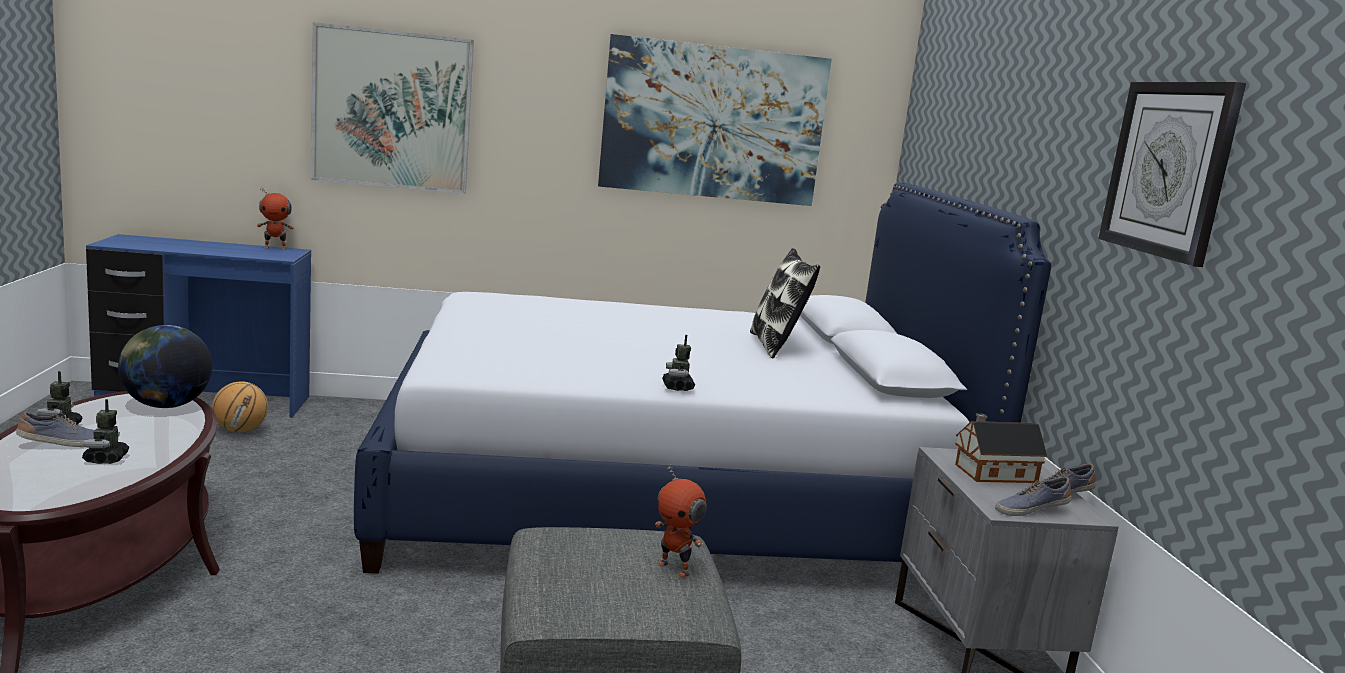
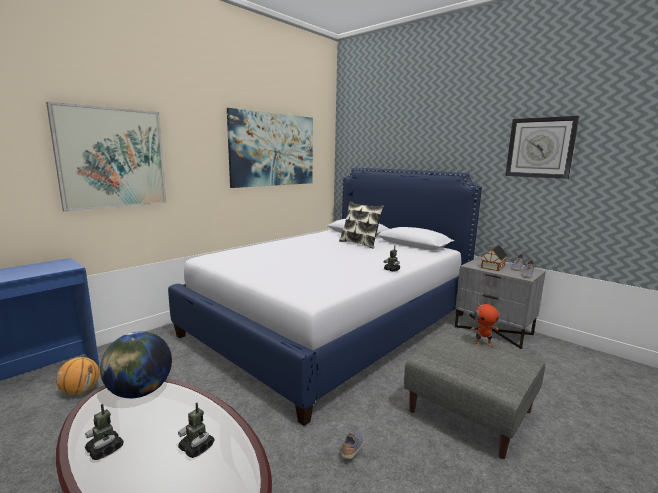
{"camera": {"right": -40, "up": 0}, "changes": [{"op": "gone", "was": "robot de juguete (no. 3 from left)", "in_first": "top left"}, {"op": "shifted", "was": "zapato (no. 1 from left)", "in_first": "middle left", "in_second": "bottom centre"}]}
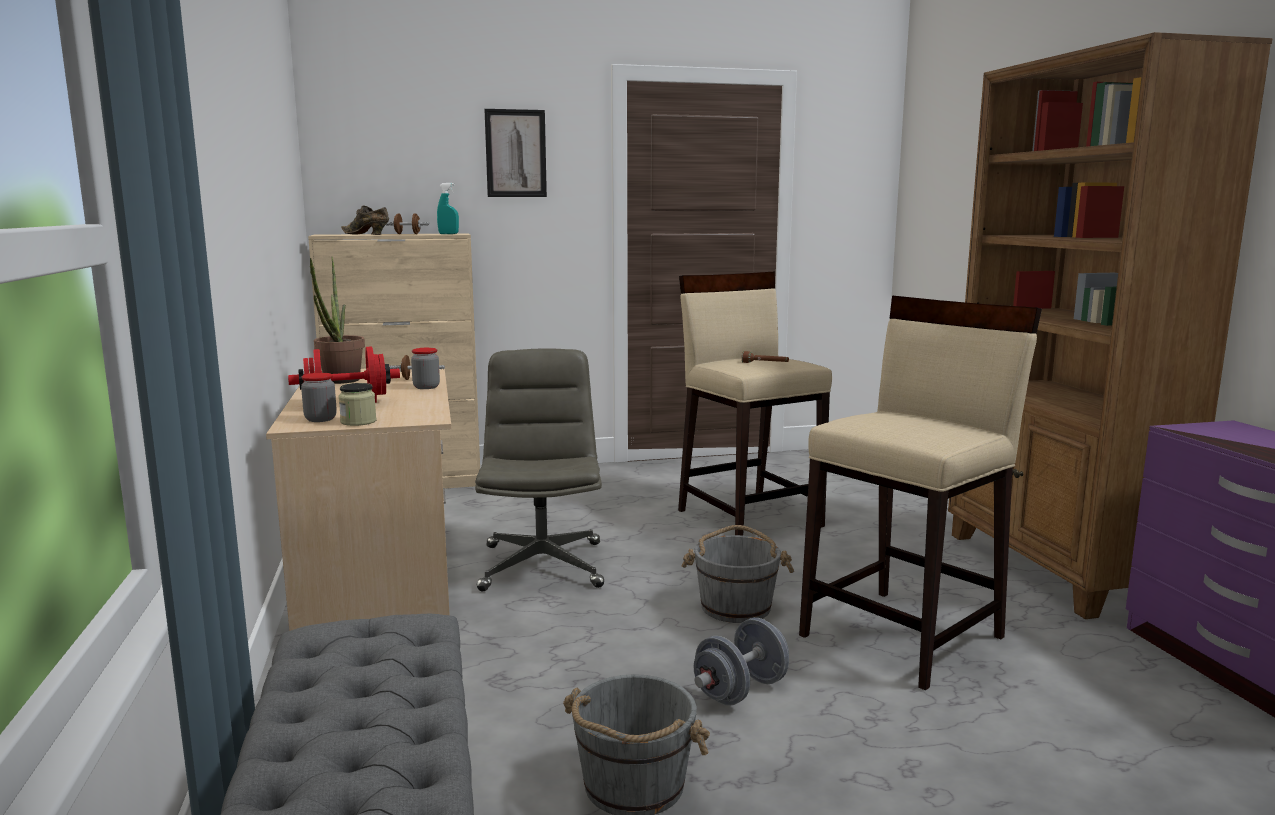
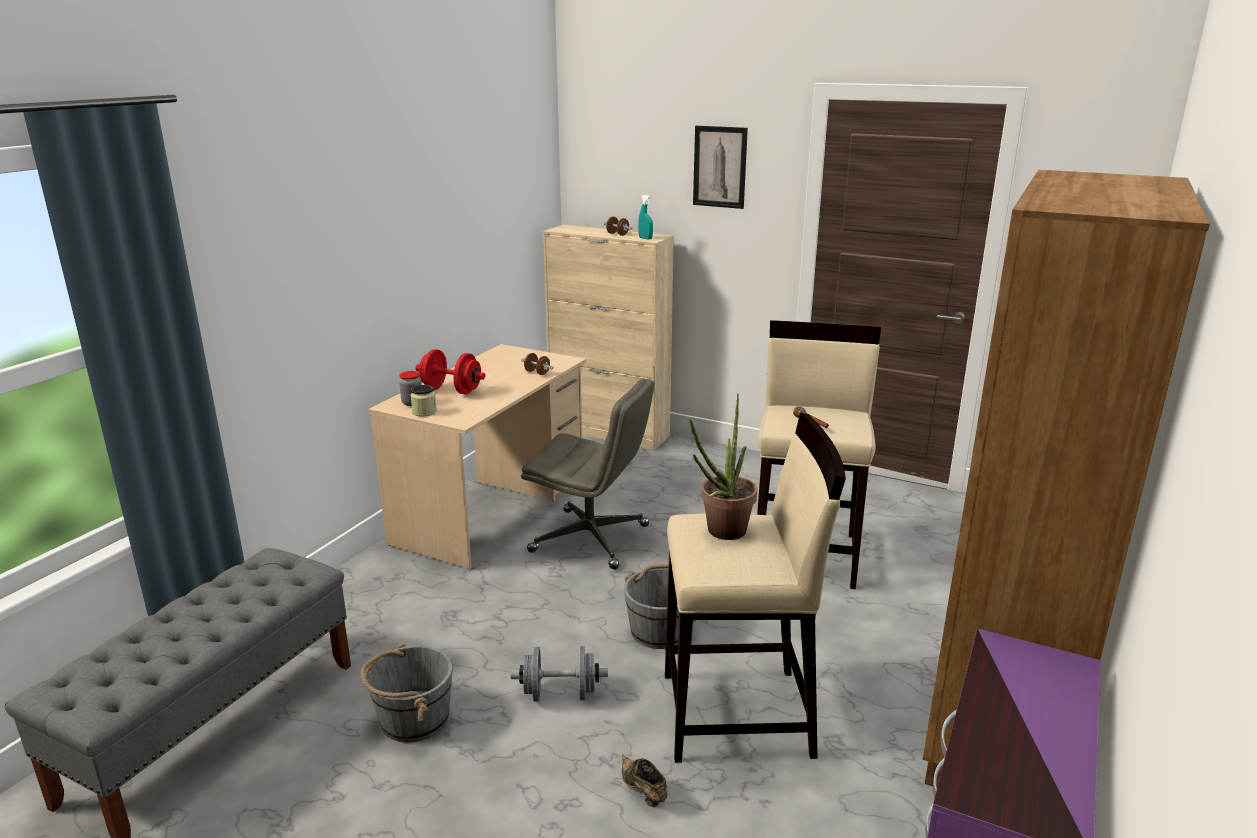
{"camera": {"right": 40, "up": 10}, "changes": [{"op": "shifted", "was": "zapato [marrón]", "in_first": "top left", "in_second": "bottom centre"}, {"op": "shifted", "was": "planta en maceta", "in_first": "middle left", "in_second": "centre"}, {"op": "gone", "was": "tarro (no. 3 from left)", "in_first": "centre"}, {"op": "rotated", "was": "silla de oficina [gris]", "in_first": "centre", "in_second": "centre", "clockwise": 75}]}
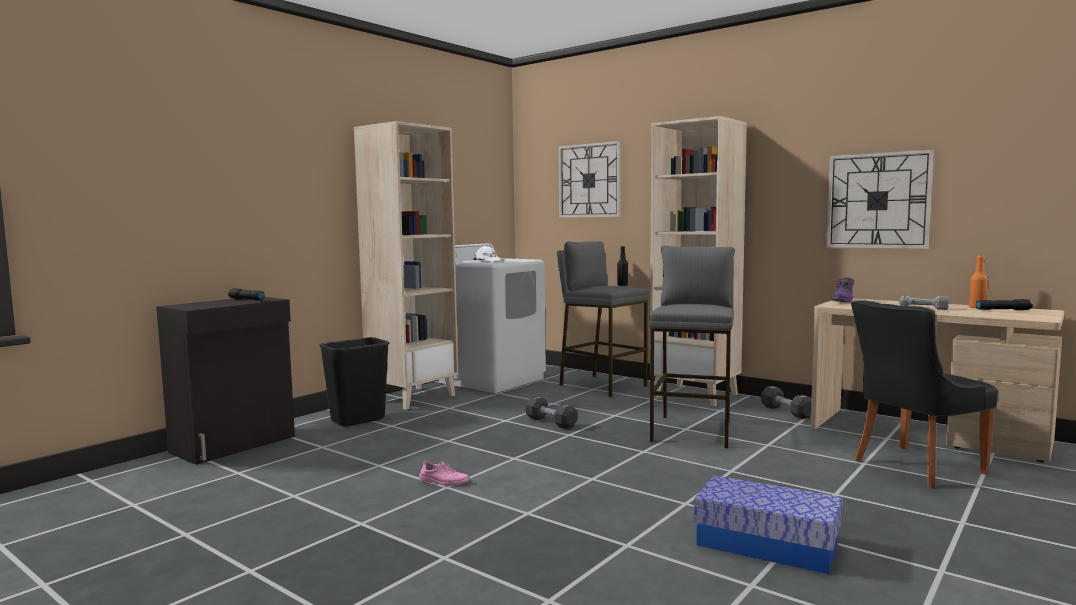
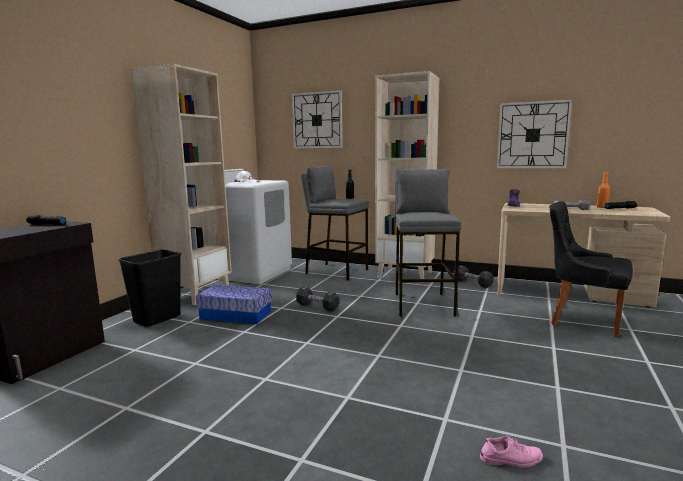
{"camera": {"right": -15, "up": 5}, "changes": [{"op": "rotated", "was": "silla [negro]", "in_first": "middle right", "in_second": "middle right", "clockwise": 75}, {"op": "shifted", "was": "zapato [rosa]", "in_first": "bottom centre", "in_second": "bottom right"}, {"op": "shifted", "was": "caja de almacenaje", "in_first": "bottom right", "in_second": "centre"}]}
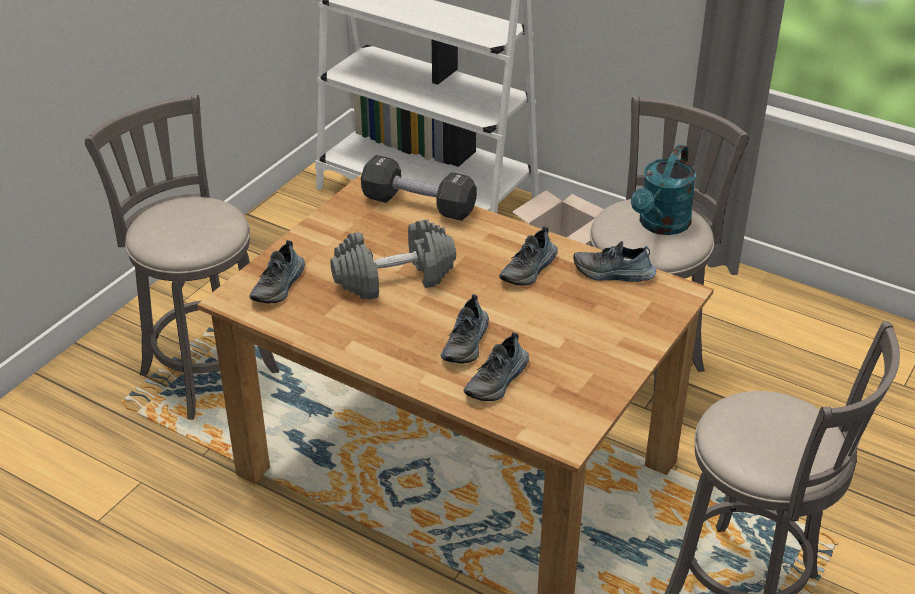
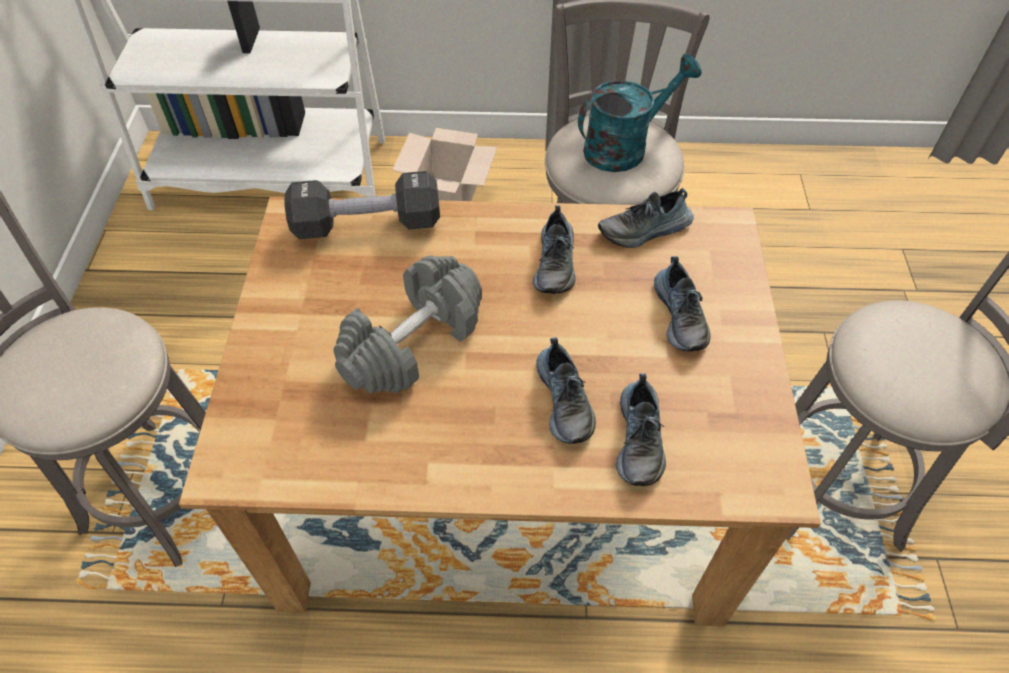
{"camera": {"right": -30, "up": 15}, "changes": [{"op": "rotated", "was": "regadera [turquesa]", "in_first": "top right", "in_second": "top centre", "clockwise": -120}, {"op": "shifted", "was": "zapato (no. 1 from left in the first image)", "now": "zapato (no. 5 from left)", "in_first": "middle left", "in_second": "middle right"}]}
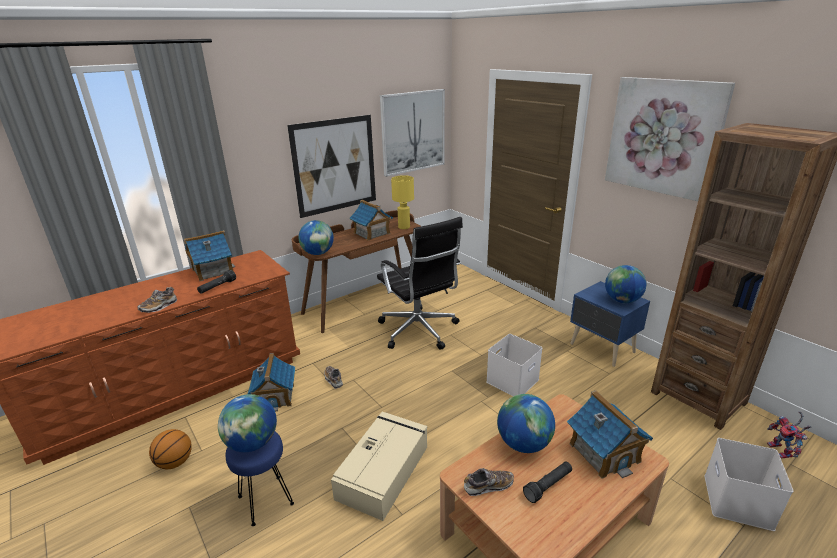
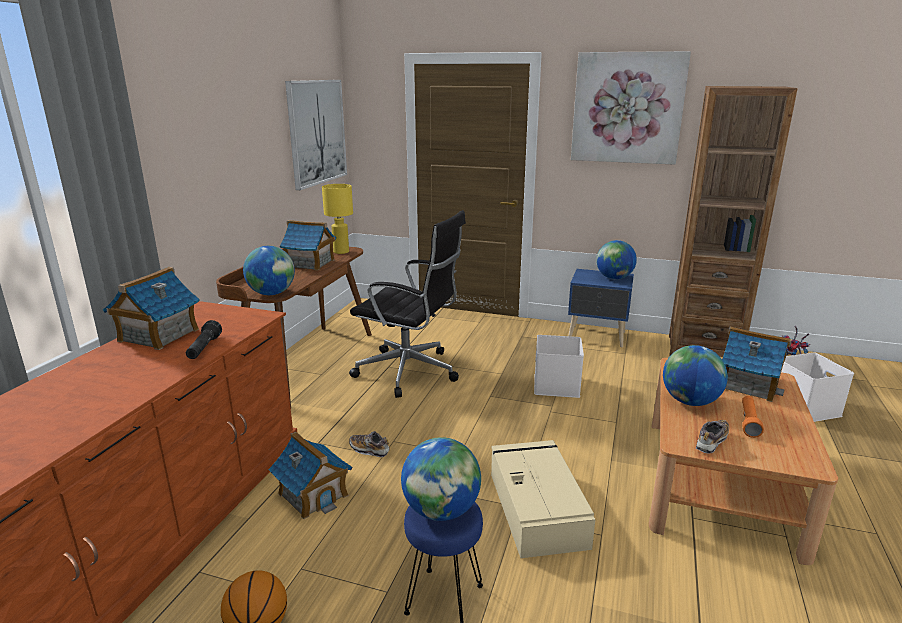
{"camera": {"right": -35, "up": -5}, "changes": [{"op": "gone", "was": "cuadro (no. 1 from left)", "in_first": "top centre"}, {"op": "gone", "was": "zapato (no. 1 from left)", "in_first": "middle left"}, {"op": "repainted", "was": "linterna [negro] (no. 2 from left)", "now": "linterna [naranja]", "in_first": "bottom centre", "in_second": "bottom right"}]}
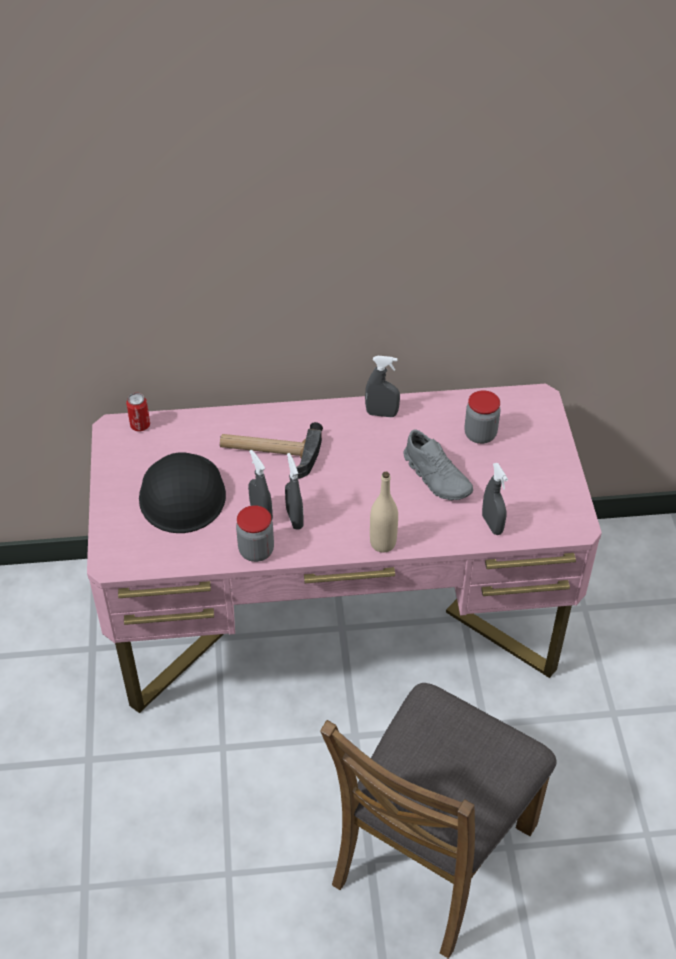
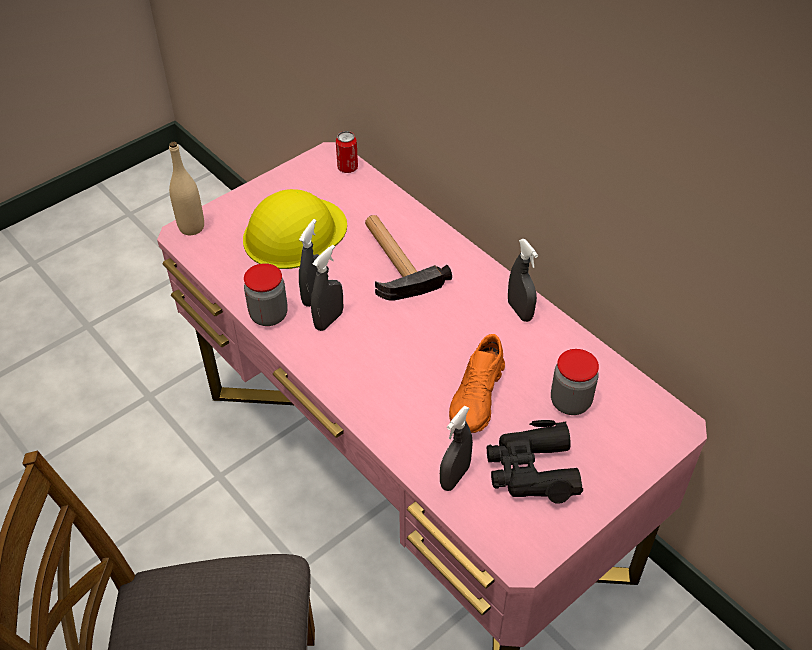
{"camera": {"right": 55, "up": 0}, "changes": [{"op": "repainted", "was": "zapato [gris]", "now": "zapato [naranja]", "in_first": "centre", "in_second": "centre"}, {"op": "repainted", "was": "casco [negro]", "now": "casco [amarillo]", "in_first": "middle left", "in_second": "centre"}, {"op": "shifted", "was": "botella [beis]", "in_first": "centre", "in_second": "top left"}, {"op": "new", "now": "prismáticos [negro]", "in_second": "bottom centre"}]}
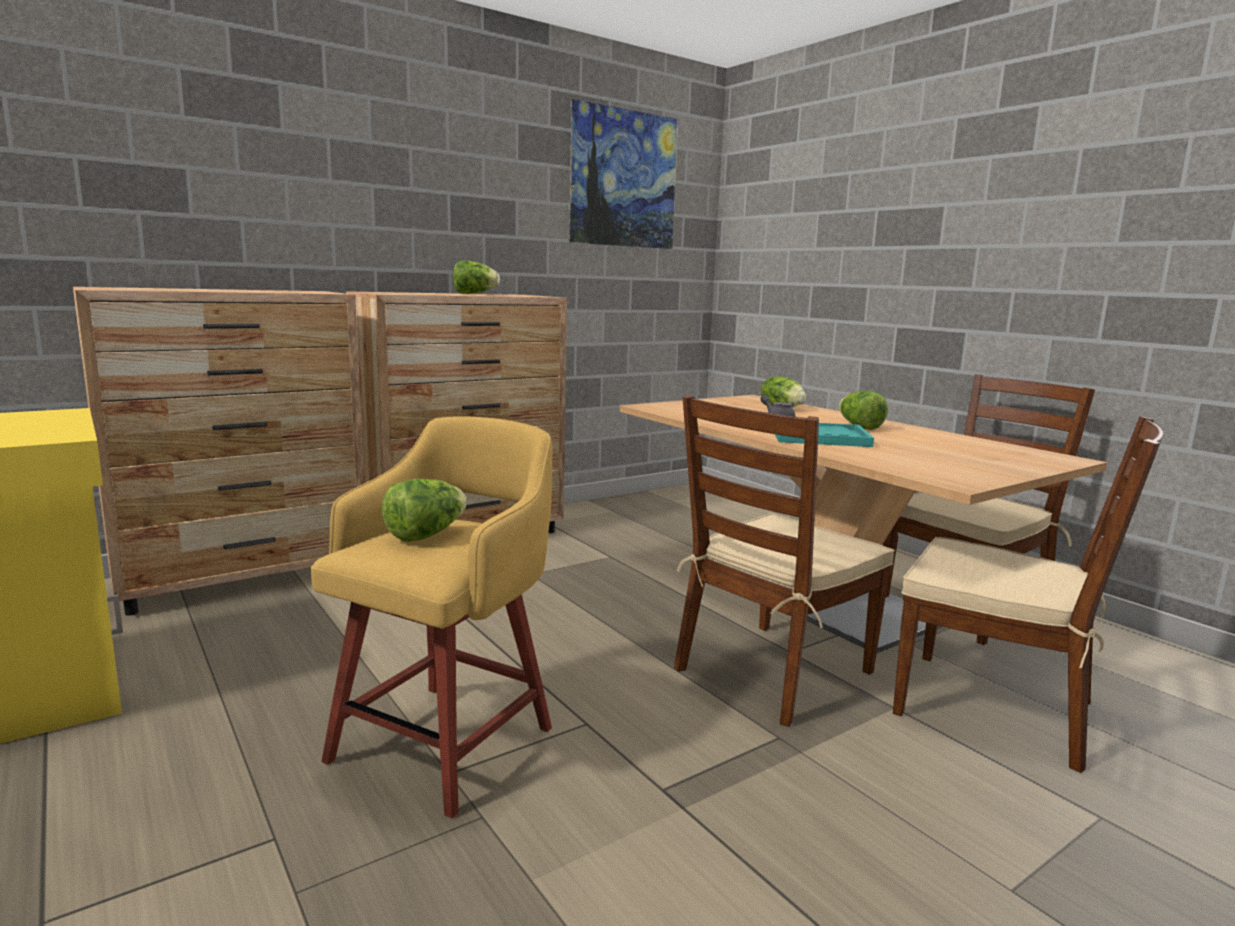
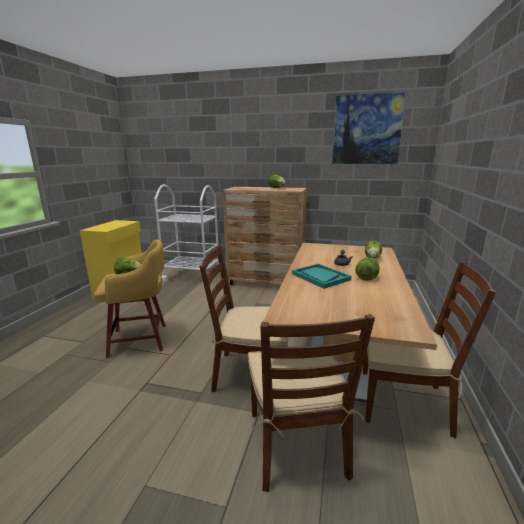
{"camera": {"right": 50, "up": 5}, "changes": [{"op": "swapped", "was": "cómoda [marrón] (no. 1 from left)", "now": "carrito [blanco]", "in_first": "middle left", "in_second": "centre"}]}
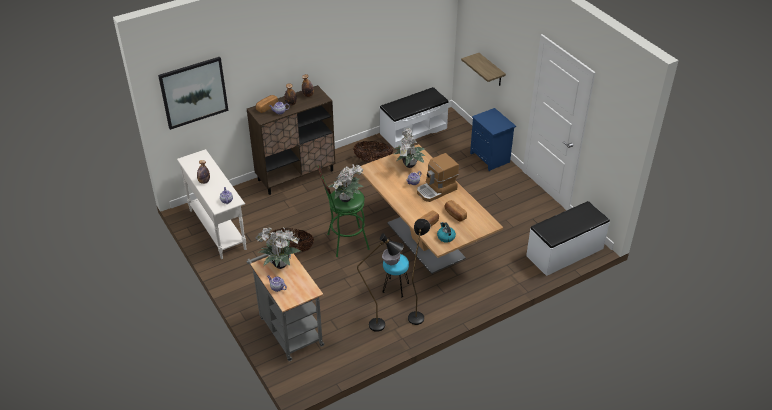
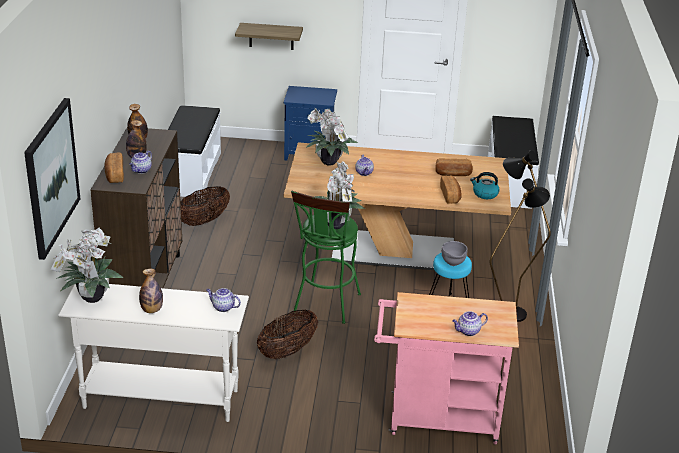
{"camera": {"right": -55, "up": -10}, "changes": [{"op": "gone", "was": "cafetera", "in_first": "centre"}, {"op": "shifted", "was": "planta en maceta (no. 1 from left)", "in_first": "centre", "in_second": "middle left"}, {"op": "repainted", "was": "carrito [gris]", "now": "carrito [rosa]", "in_first": "bottom centre", "in_second": "bottom centre"}]}
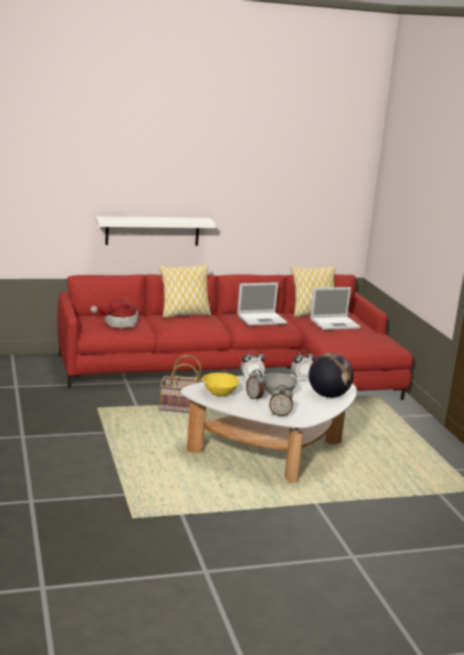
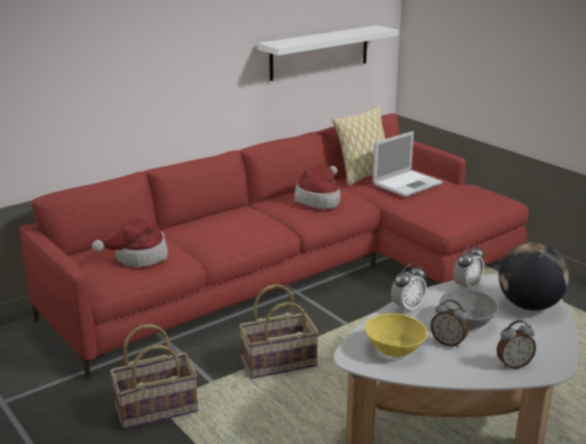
{"camera": {"right": -20, "up": 5}, "changes": [{"op": "shifted", "was": "estante [blanco]", "in_first": "centre", "in_second": "top centre"}, {"op": "gone", "was": "cojín (no. 1 from left)", "in_first": "centre"}, {"op": "swapped", "was": "portátil (no. 1 from left)", "now": "sombrero (no. 2 from left)", "in_first": "centre", "in_second": "centre"}, {"op": "new", "now": "cesta (no. 1 from left)", "in_second": "bottom left"}]}
